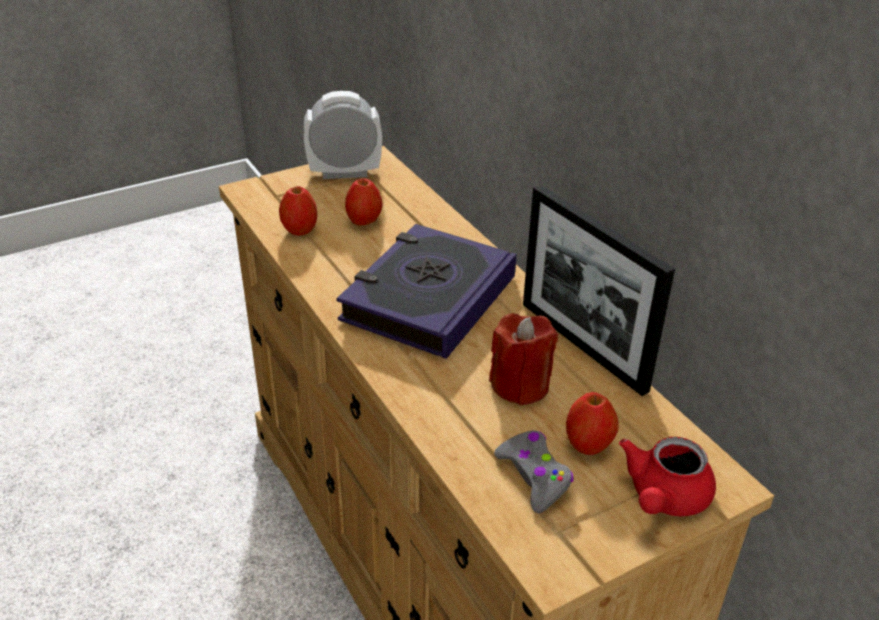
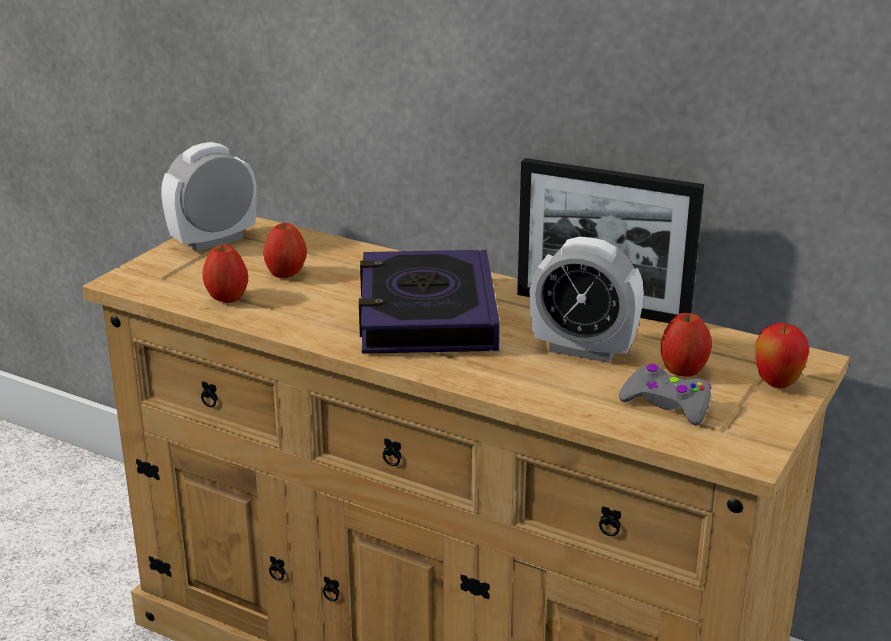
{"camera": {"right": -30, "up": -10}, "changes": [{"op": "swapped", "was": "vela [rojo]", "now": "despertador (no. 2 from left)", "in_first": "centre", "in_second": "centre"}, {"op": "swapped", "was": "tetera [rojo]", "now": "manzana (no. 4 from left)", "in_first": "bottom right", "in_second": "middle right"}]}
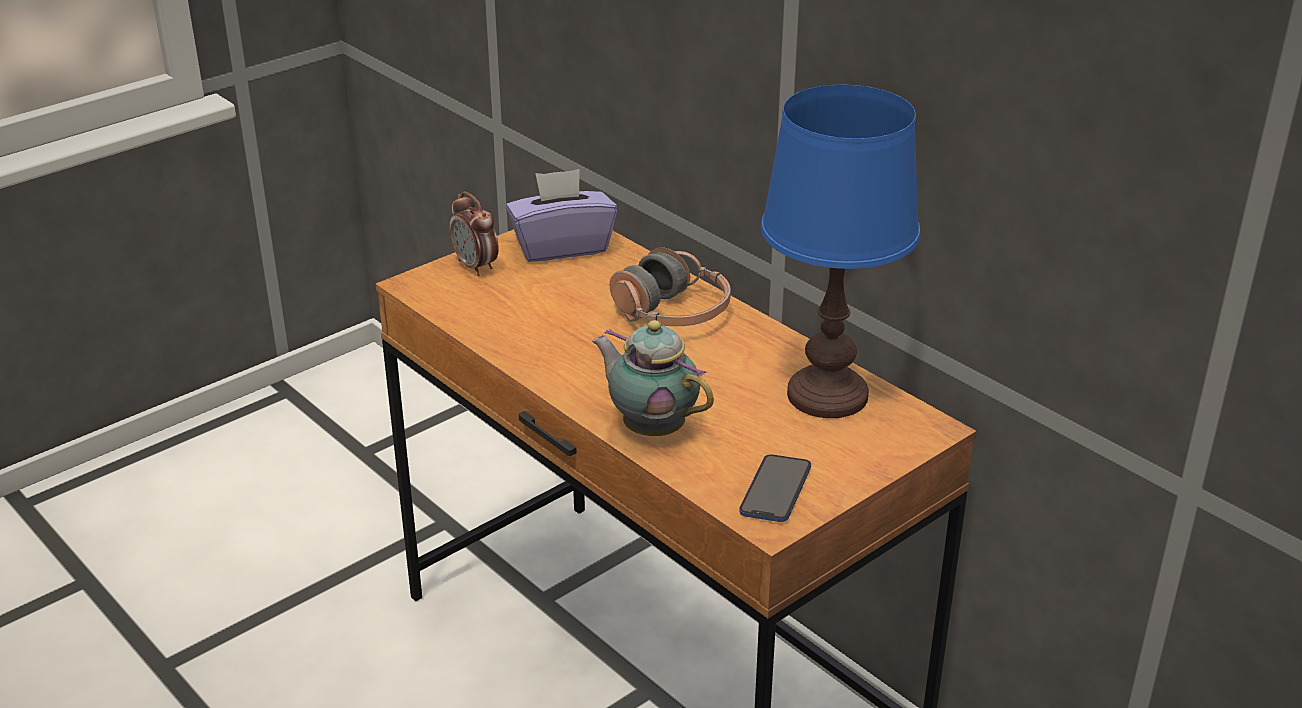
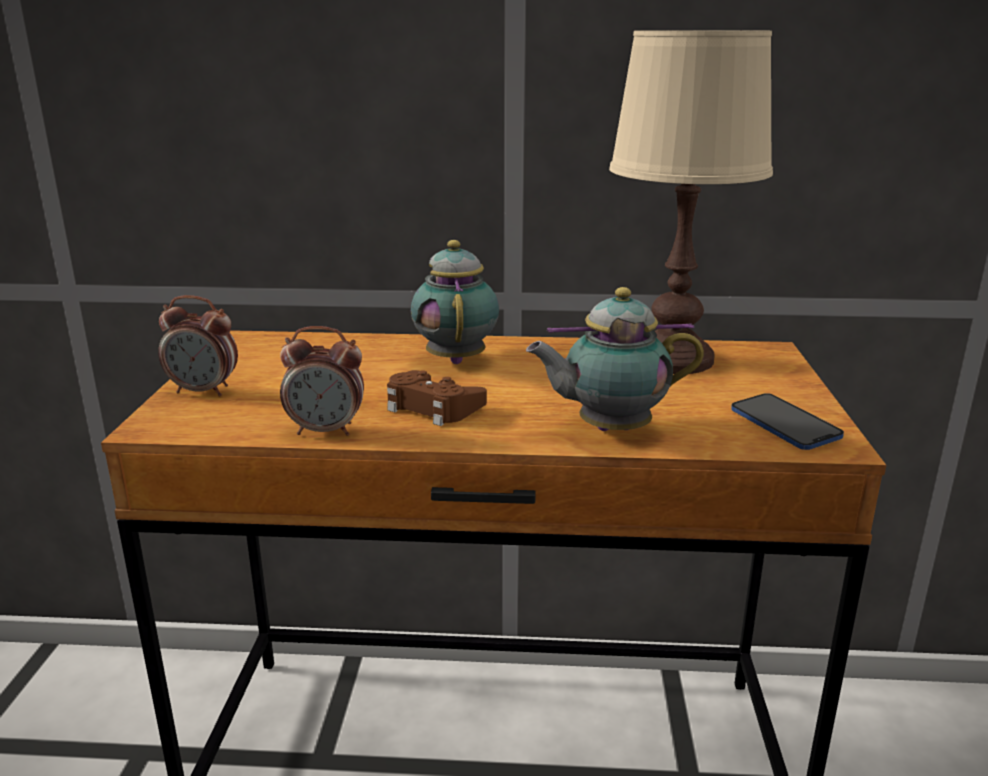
{"camera": {"right": -45, "up": -10}, "changes": [{"op": "repainted", "was": "lámpara de mesa [azul]", "now": "lámpara de mesa [beis]", "in_first": "centre", "in_second": "top right"}, {"op": "gone", "was": "caja de pañuelos [morado]", "in_first": "top centre"}, {"op": "swapped", "was": "auriculares", "now": "tetera (no. 1 from left)", "in_first": "centre", "in_second": "centre"}, {"op": "new", "now": "despertador (no. 2 from left)", "in_second": "middle left"}, {"op": "new", "now": "mando de consola [marrón]", "in_second": "centre"}]}
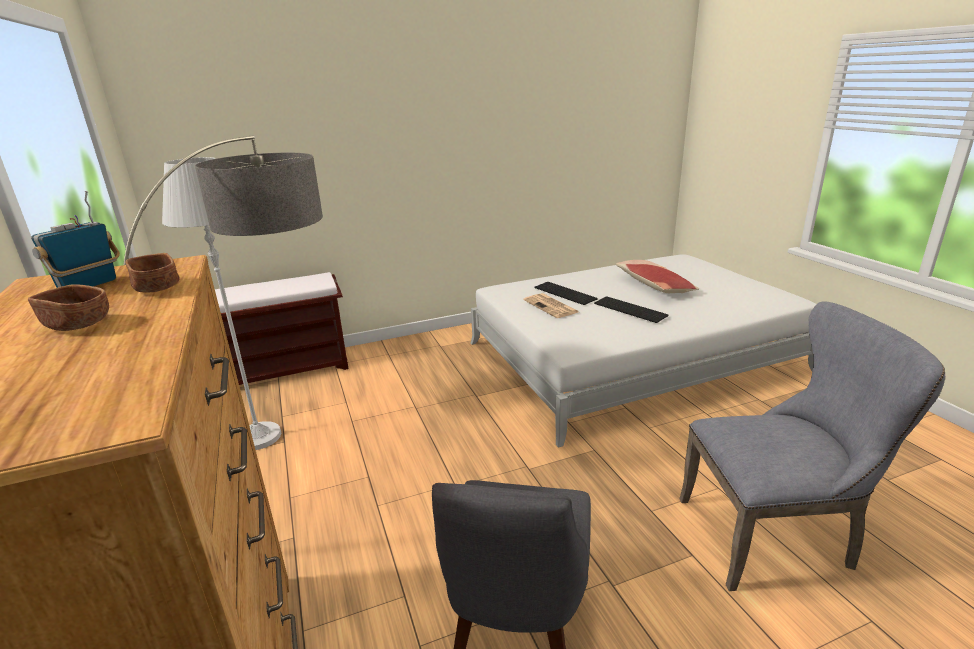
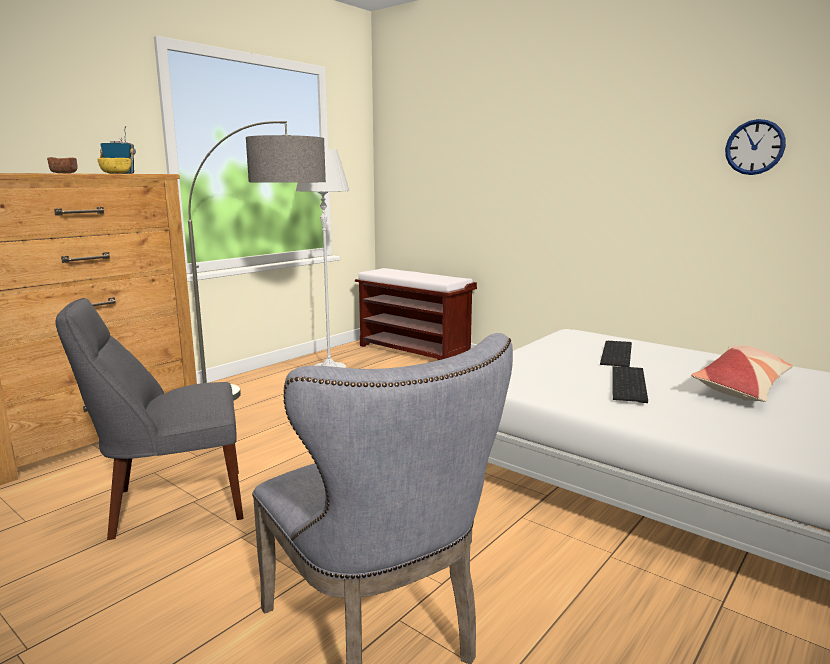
{"camera": {"right": 60, "up": -10}, "changes": [{"op": "repainted", "was": "cuenco [marrón] (no. 2 from left)", "now": "cuenco [amarillo]", "in_first": "middle left", "in_second": "top left"}, {"op": "gone", "was": "periódico", "in_first": "centre"}, {"op": "new", "now": "reloj de pared", "in_second": "top right"}]}
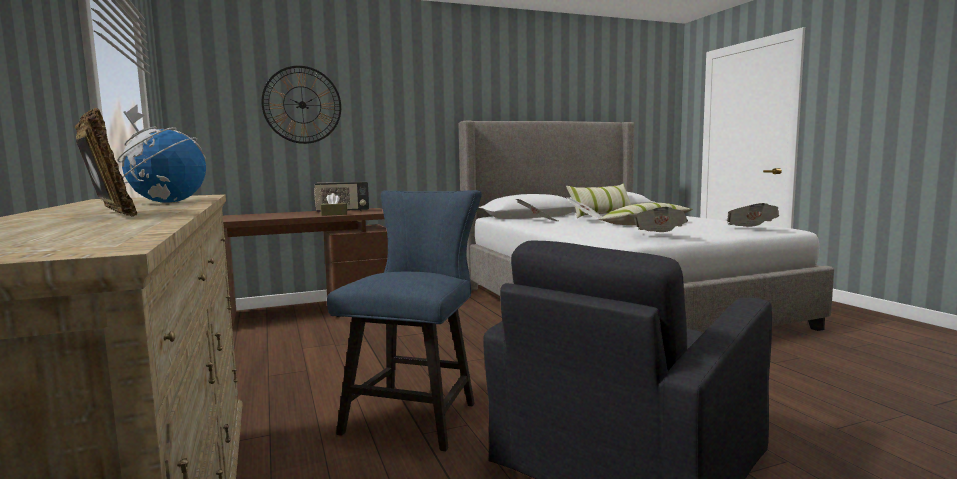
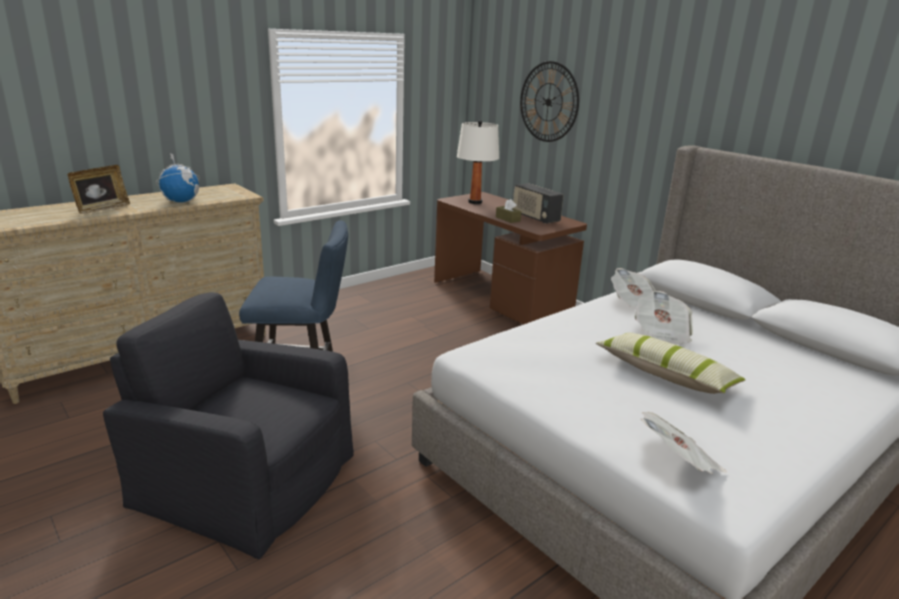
{"camera": {"right": 70, "up": 15}, "changes": [{"op": "gone", "was": "cojín (no. 1 from left)", "in_first": "centre"}, {"op": "gone", "was": "periódico (no. 3 from left)", "in_first": "middle right"}, {"op": "new", "now": "lámpara de mesa [blanco]", "in_second": "top centre"}]}
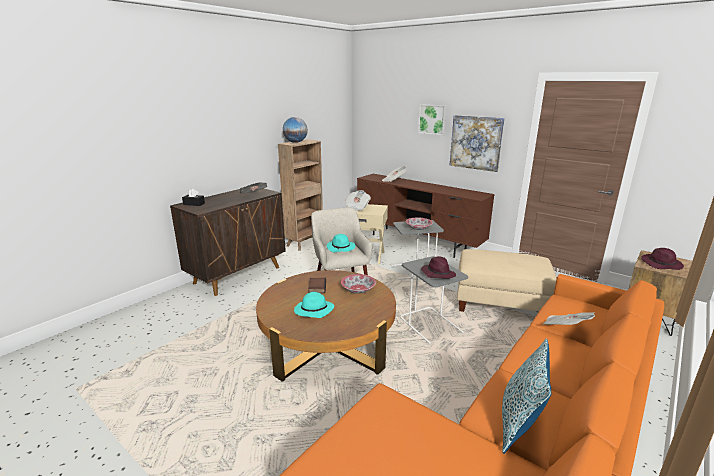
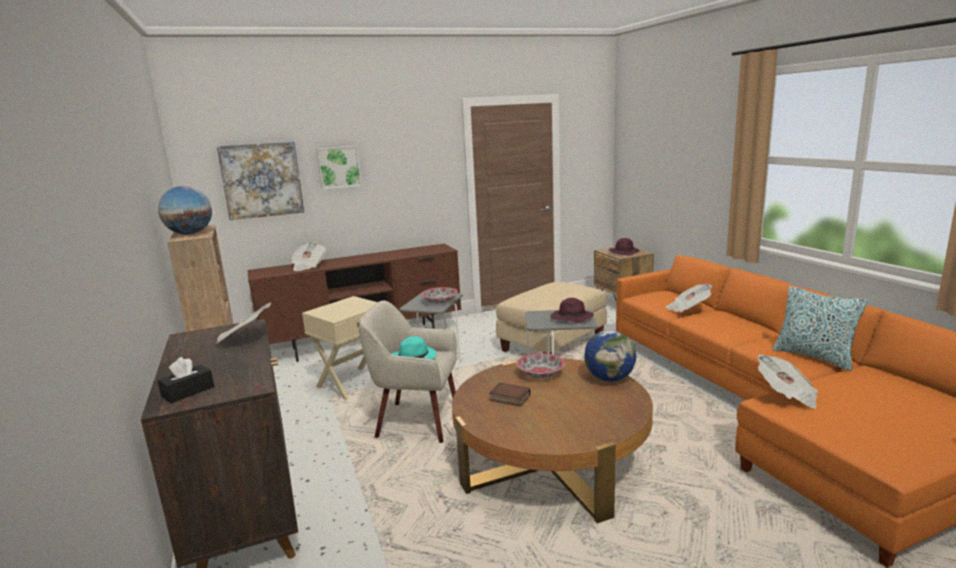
{"camera": {"right": -60, "up": -5}, "changes": [{"op": "shifted", "was": "cuadro (no. 2 from left in the first image)", "now": "cuadro (no. 1 from left)", "in_first": "top right", "in_second": "top left"}, {"op": "shifted", "was": "periódico (no. 2 from left in the first image)", "now": "periódico (no. 4 from left)", "in_first": "centre", "in_second": "bottom right"}, {"op": "gone", "was": "sombrero [turquesa] (no. 1 from left)", "in_first": "centre"}, {"op": "new", "now": "globo terráqueo (no. 2 from left)", "in_second": "centre"}]}
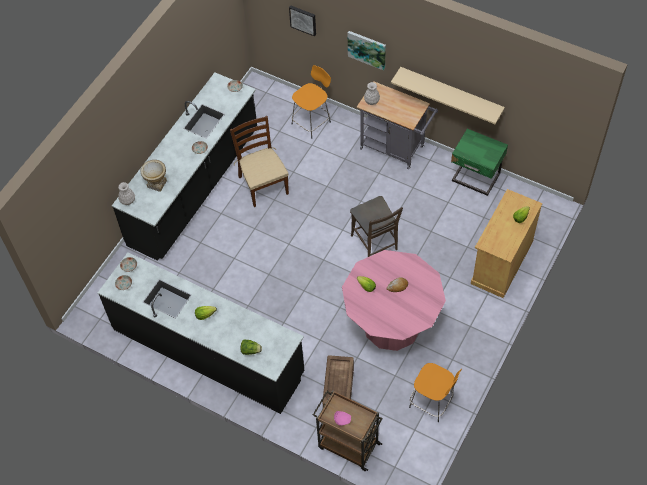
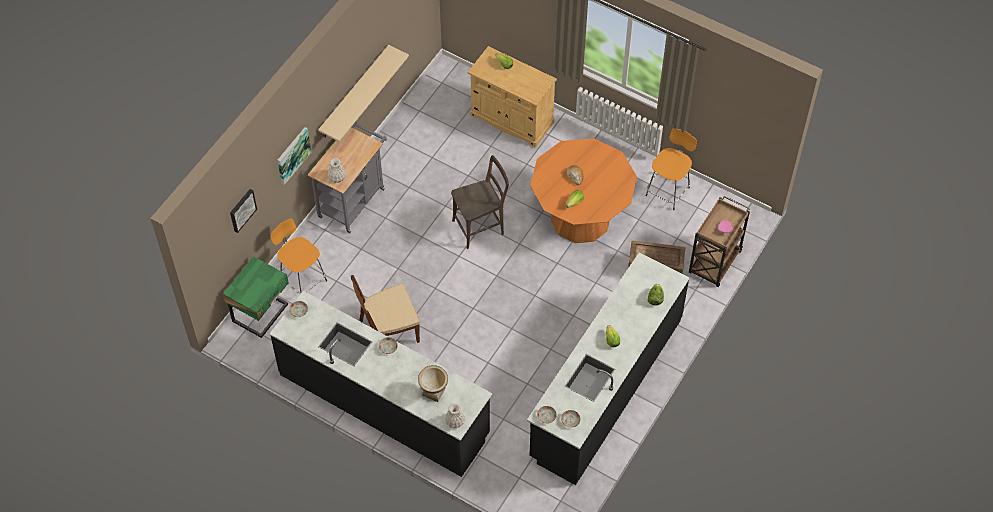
{"camera": {"right": -90, "up": 0}, "changes": [{"op": "shifted", "was": "mesita de noche [verde]", "in_first": "middle right", "in_second": "middle left"}, {"op": "repainted", "was": "mesa de comedor [rosa]", "now": "mesa de comedor [naranja]", "in_first": "centre", "in_second": "centre"}]}
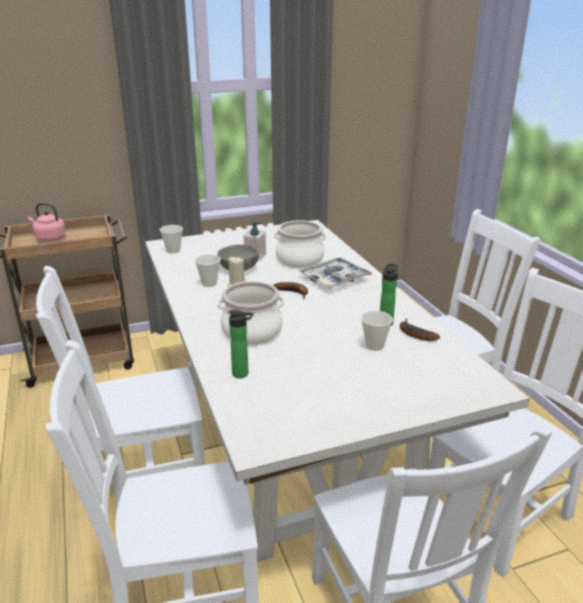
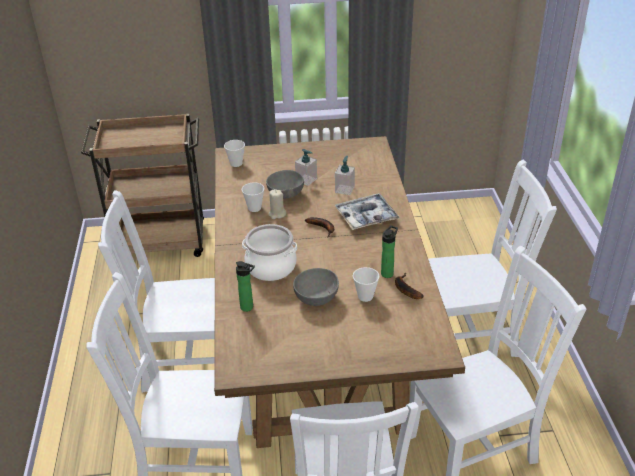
{"camera": {"right": 15, "up": 10}, "changes": [{"op": "gone", "was": "hervidor [rosa]", "in_first": "middle left"}, {"op": "repainted", "was": "mesa de comedor [blanco]", "now": "mesa de comedor [marrón]", "in_first": "centre", "in_second": "centre"}, {"op": "swapped", "was": "olla (no. 2 from left)", "now": "dispensador de jabón (no. 2 from left)", "in_first": "centre", "in_second": "centre"}, {"op": "new", "now": "cuenco [gris] (no. 2 from left)", "in_second": "centre"}]}
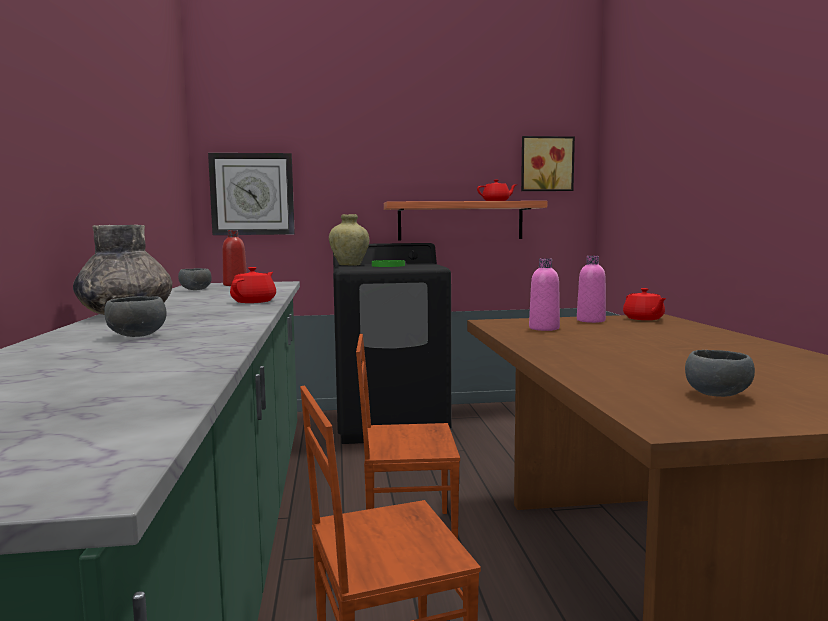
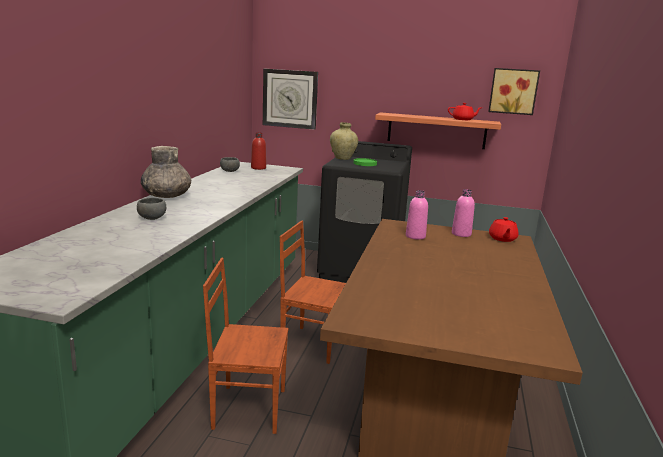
{"camera": {"right": 20, "up": 10}, "changes": [{"op": "gone", "was": "tetera [rojo] (no. 1 from left)", "in_first": "middle left"}, {"op": "gone", "was": "cuenco [gris] (no. 3 from left)", "in_first": "middle right"}]}
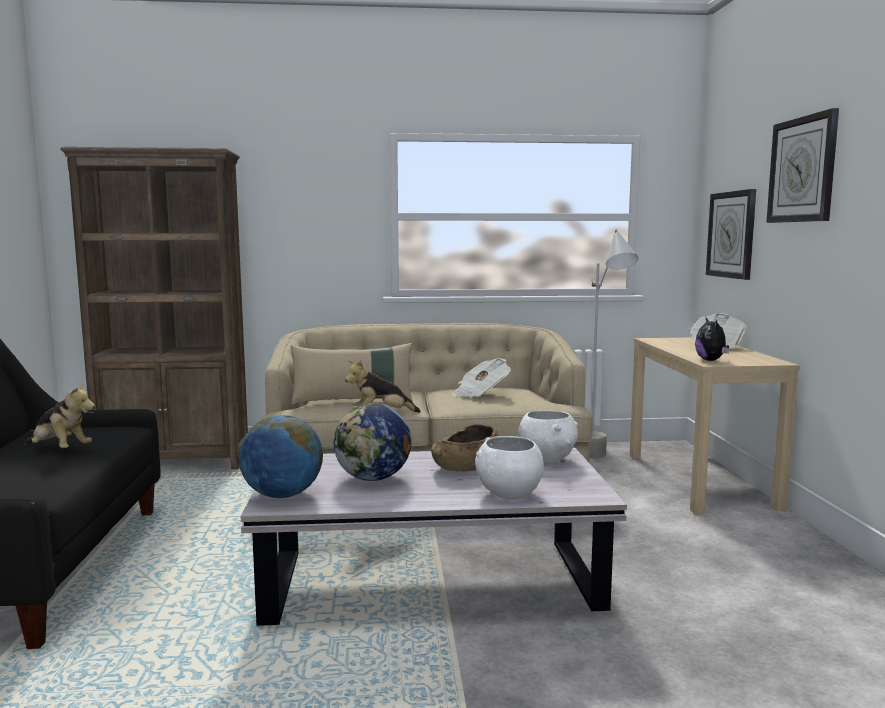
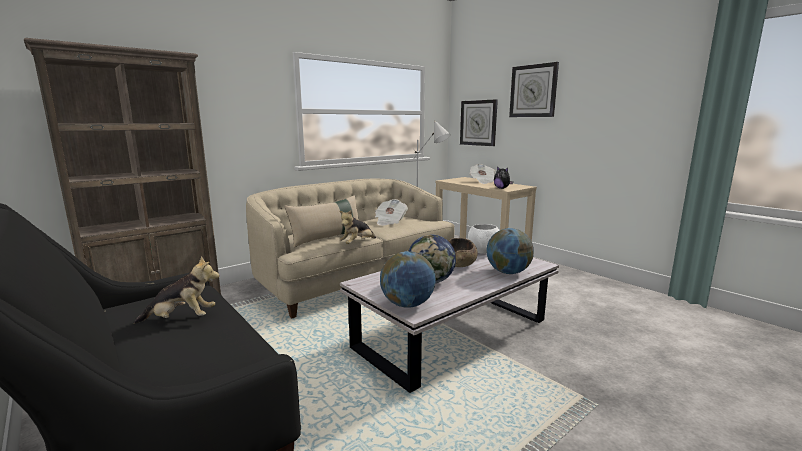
{"camera": {"right": -35, "up": 5}, "changes": [{"op": "swapped", "was": "cuenco [blanco] (no. 1 from left)", "now": "globo terráqueo (no. 3 from left)", "in_first": "centre", "in_second": "centre"}]}
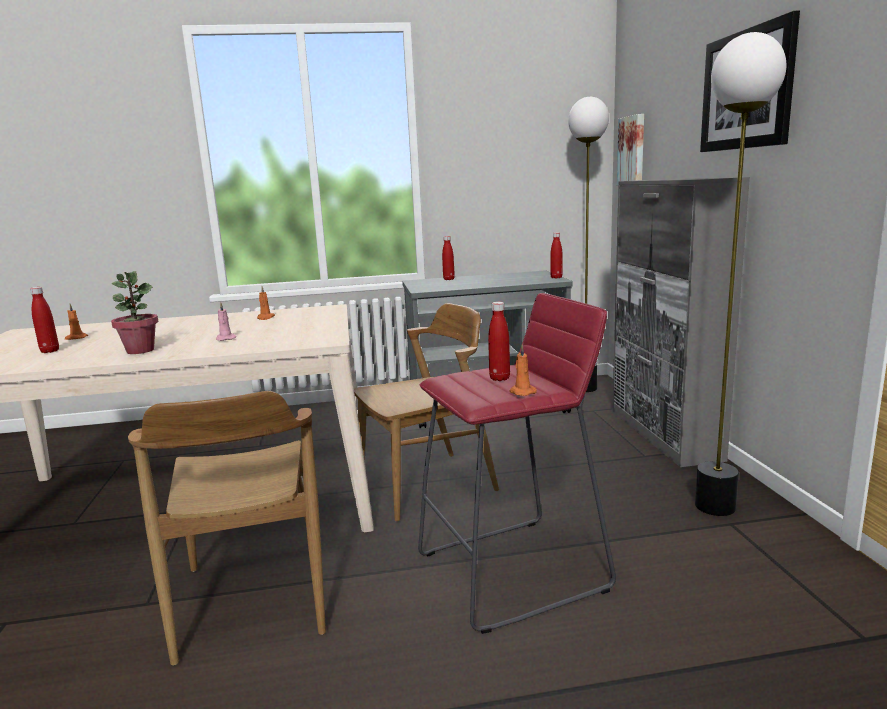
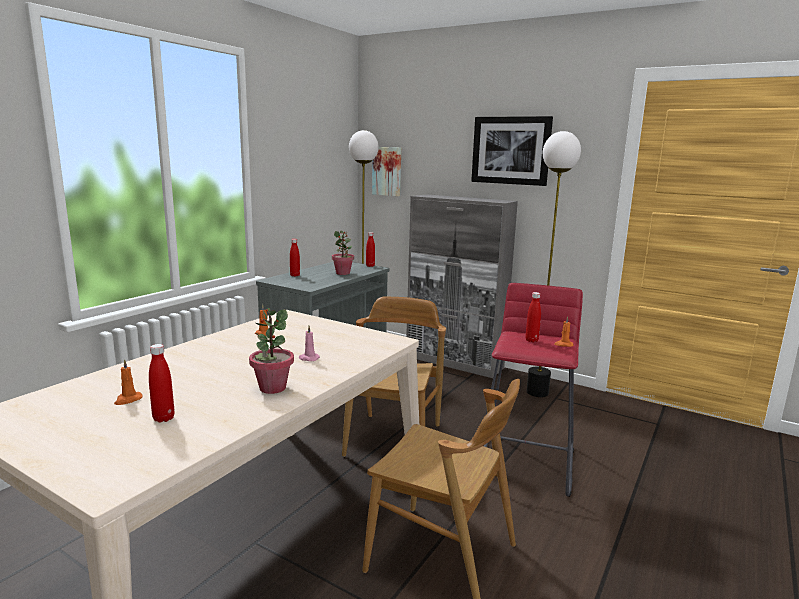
{"camera": {"right": -50, "up": 0}, "changes": [{"op": "new", "now": "planta en maceta (no. 2 from left)", "in_second": "centre"}]}
